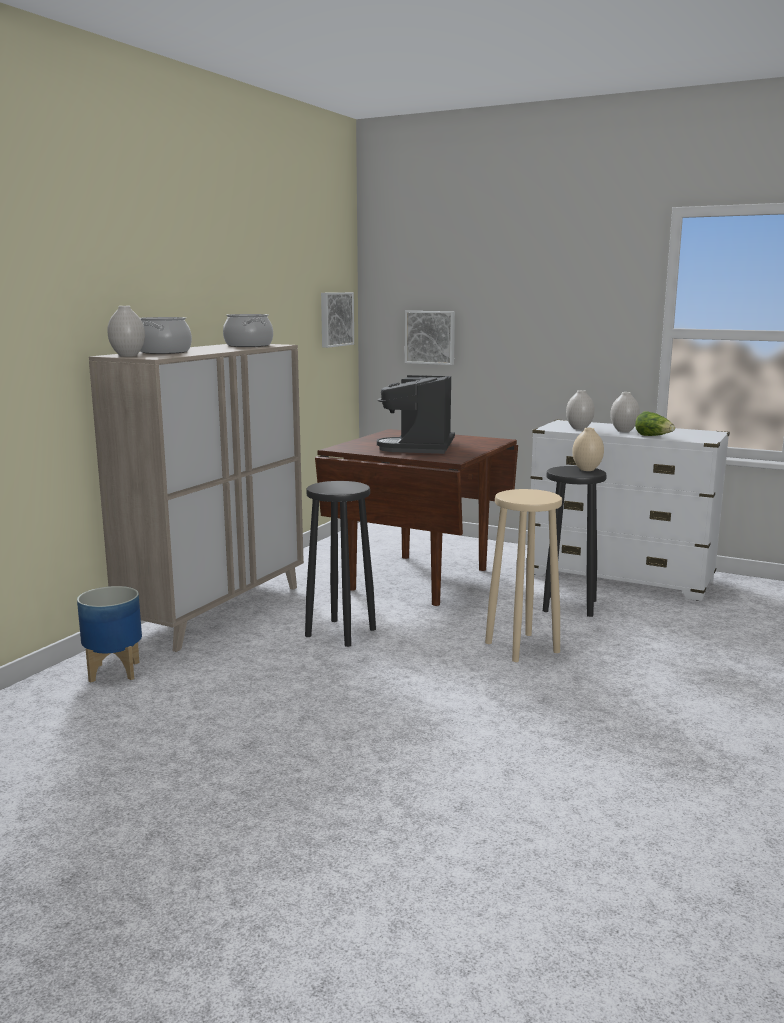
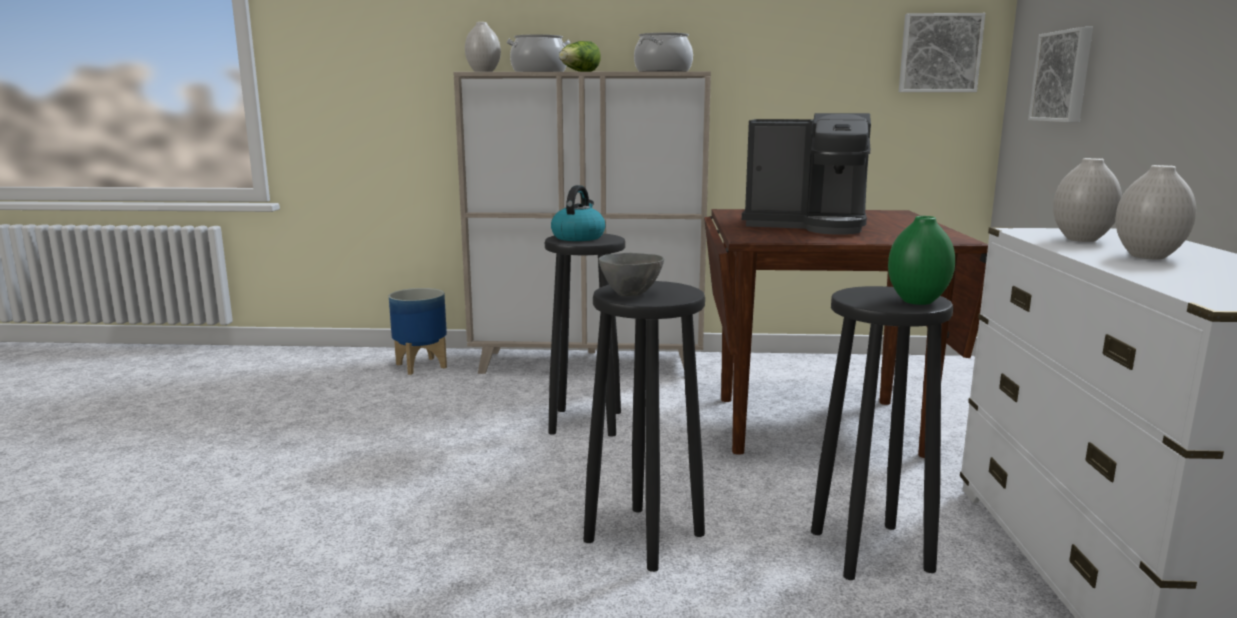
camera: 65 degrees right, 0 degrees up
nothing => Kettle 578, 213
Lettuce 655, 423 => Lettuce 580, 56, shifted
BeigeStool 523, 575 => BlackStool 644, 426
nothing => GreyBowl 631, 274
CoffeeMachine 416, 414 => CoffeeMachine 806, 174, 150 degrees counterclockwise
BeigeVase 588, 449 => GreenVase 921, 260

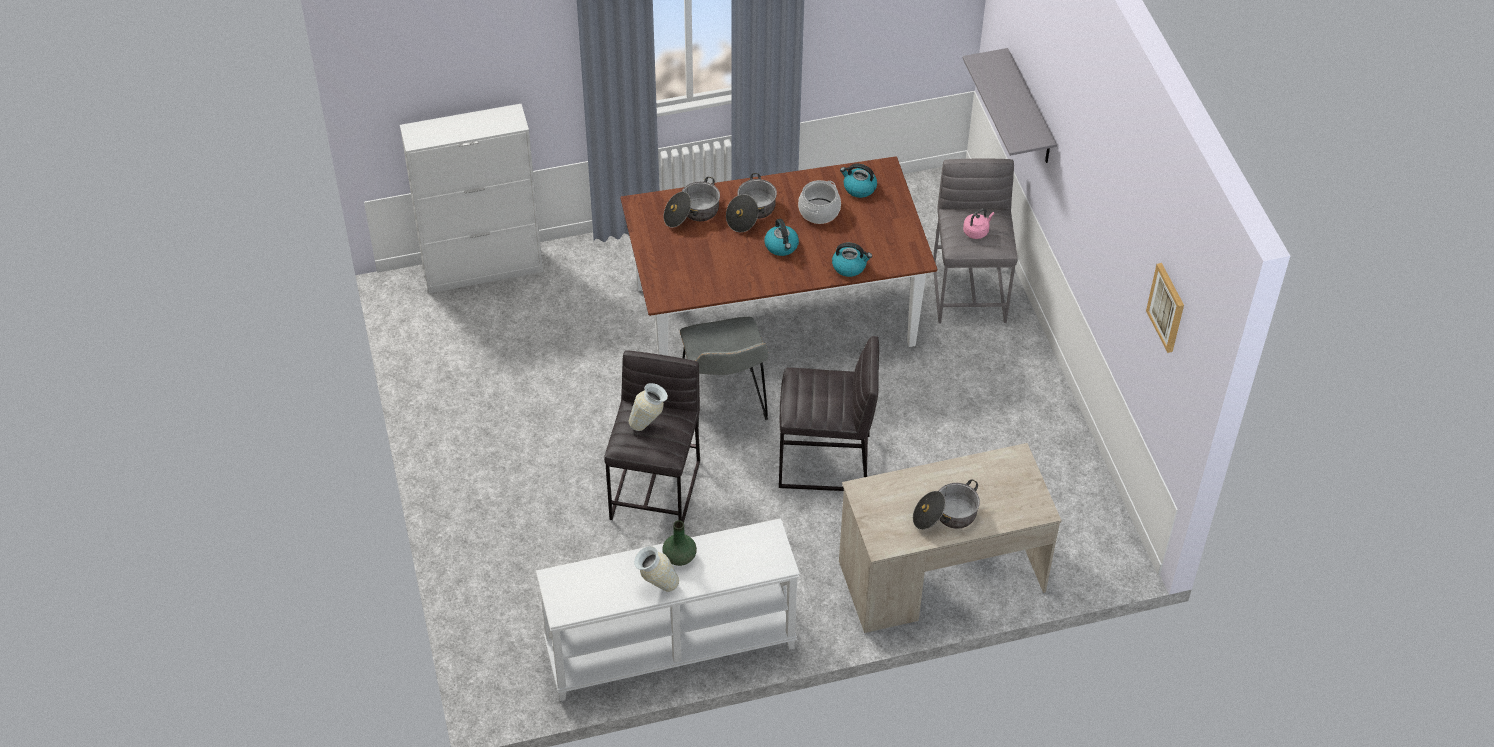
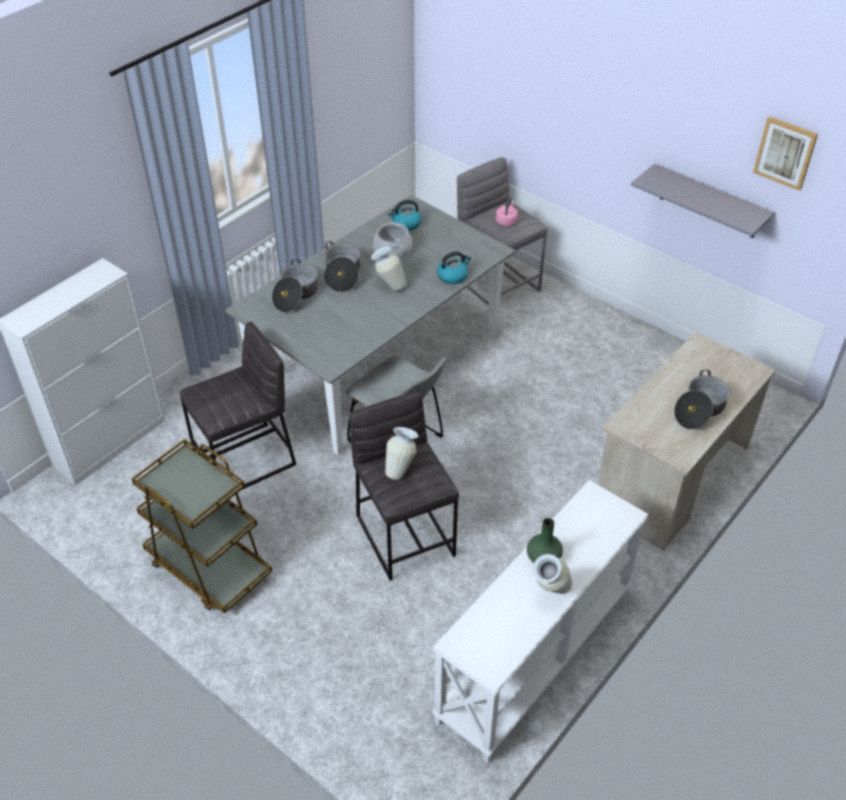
camera: 35 degrees left, 5 degrees down
nothing => BrownCart 202, 526
GreyStool 829, 413 => GreyStool 238, 405, shifted
BrownDiningTable 779, 256 => GreyDiningTable 370, 325
Kettle 781, 237 => Vase 389, 268
GreyShelf 1010, 105 => GreyShelf 703, 201, shifted

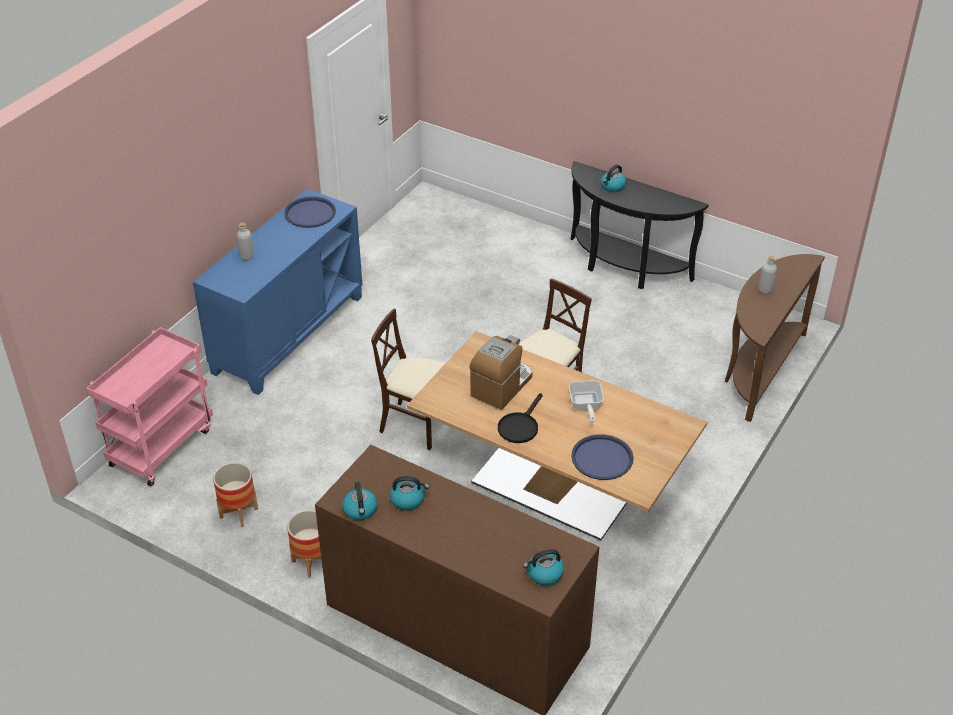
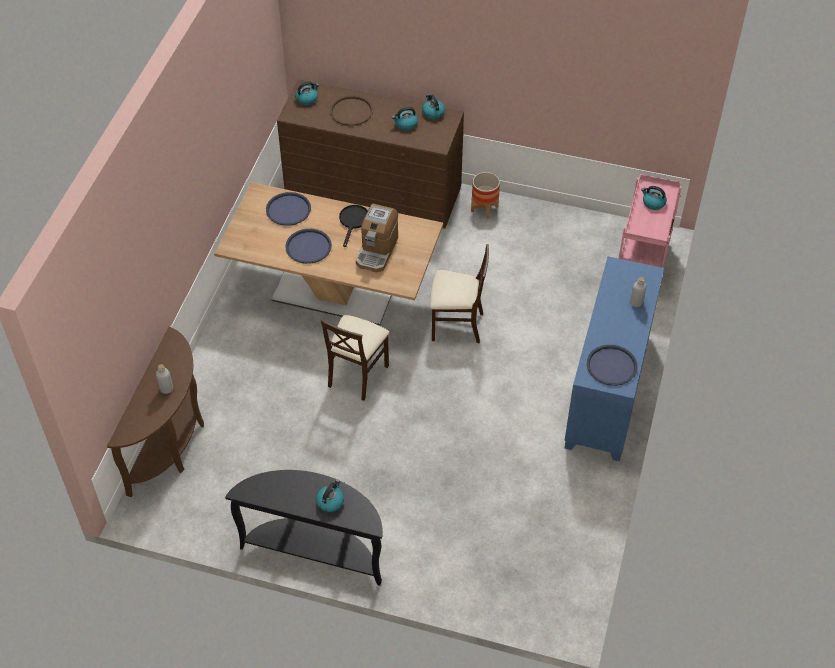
camera: 165 degrees right, 10 degrees up
FryingPan 586, 401 => BlueTray 308, 246
nothing => BrownTray 351, 110
nothing => Kettle 654, 198
Planter 235, 495 => nothing

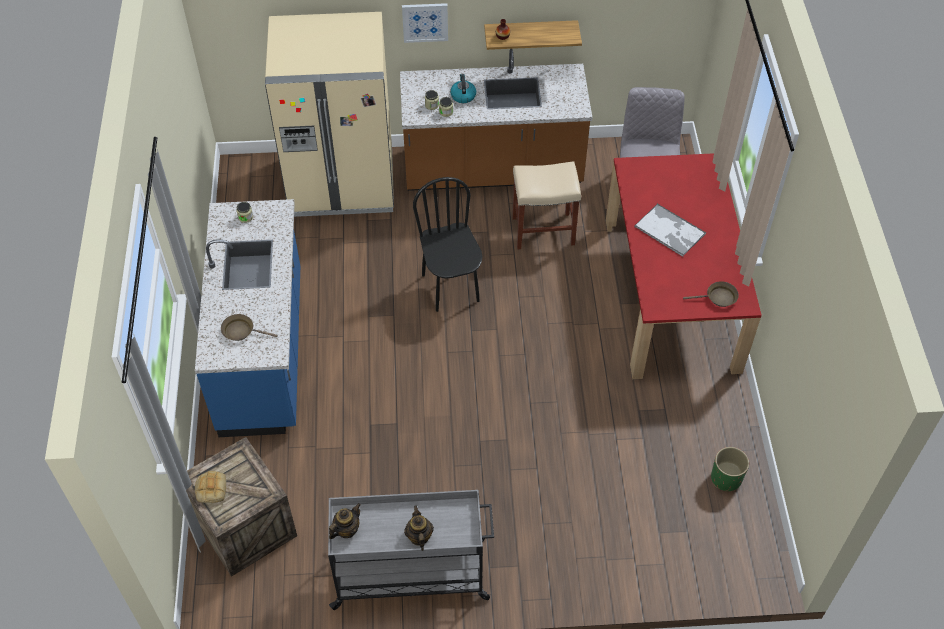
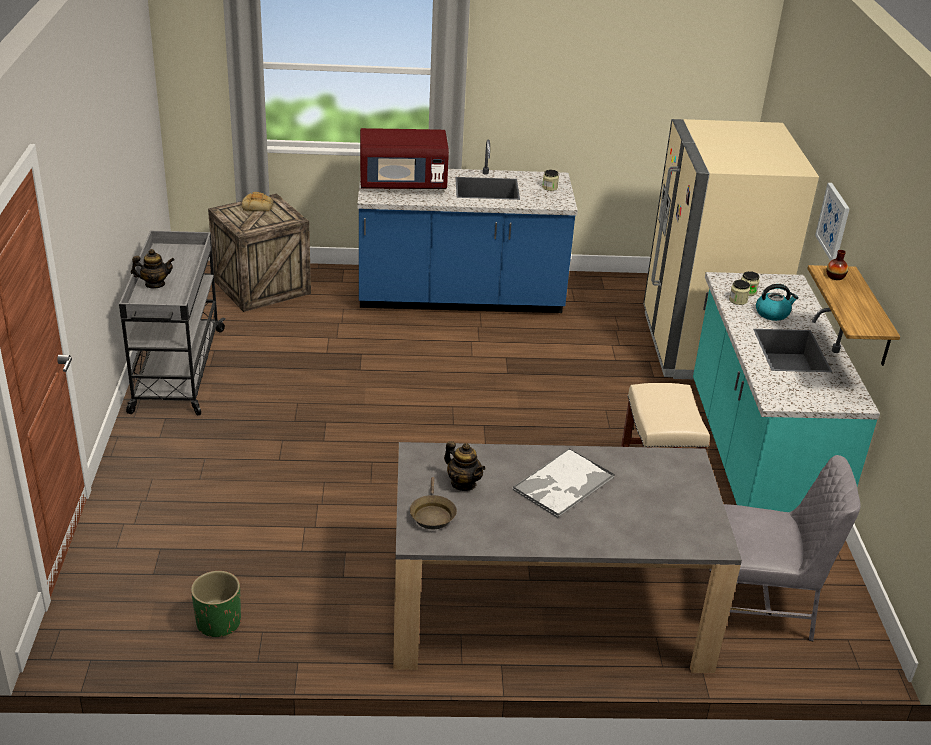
camera: 90 degrees right, 20 degrees down
BrownFryingPan 249, 327 => RedMicrowave 404, 158
RedDiningTable 684, 266 => GreyDiningTable 567, 557
Teapot 345, 521 => Teapot 465, 466, shifted
BrownCounter 496, 120 => TurquoiseCounter 786, 392
BlackChair 448, 244 => nothing

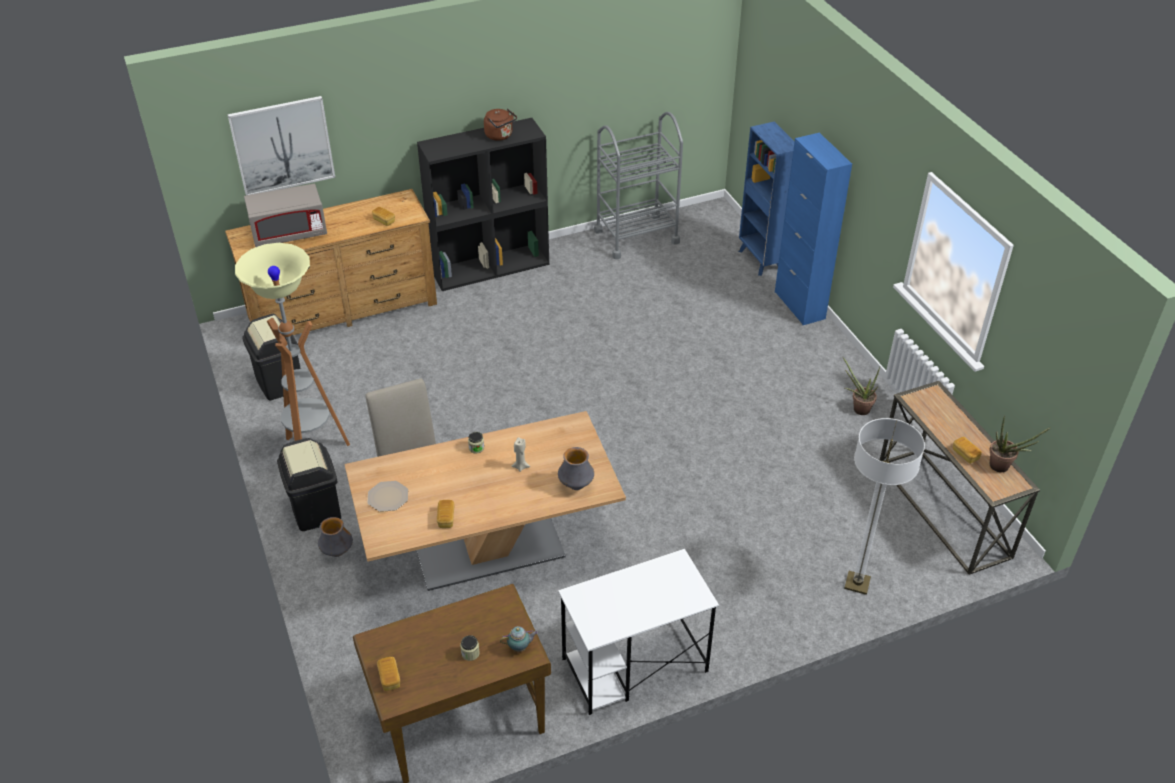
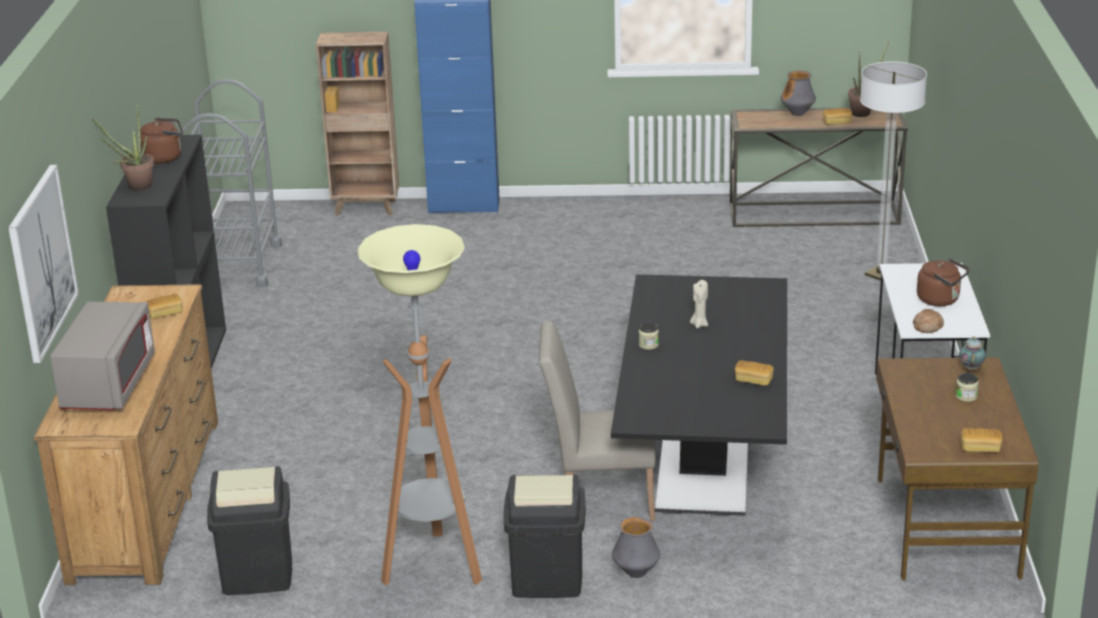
camera: 65 degrees left, 15 degrees down
PottedPlant 861, 386 => PottedPlant 123, 148, shifted
BlueBookcase 766, 199 => BrownBookcase 357, 124
BeigeDiningTable 485, 501 => BlackDiningTable 699, 395
Vase 576, 468 => Vase 798, 93, shifted
nothing => Bread 928, 321
nothing => BrownKettle 943, 282
Plate 388, 496 => nothing

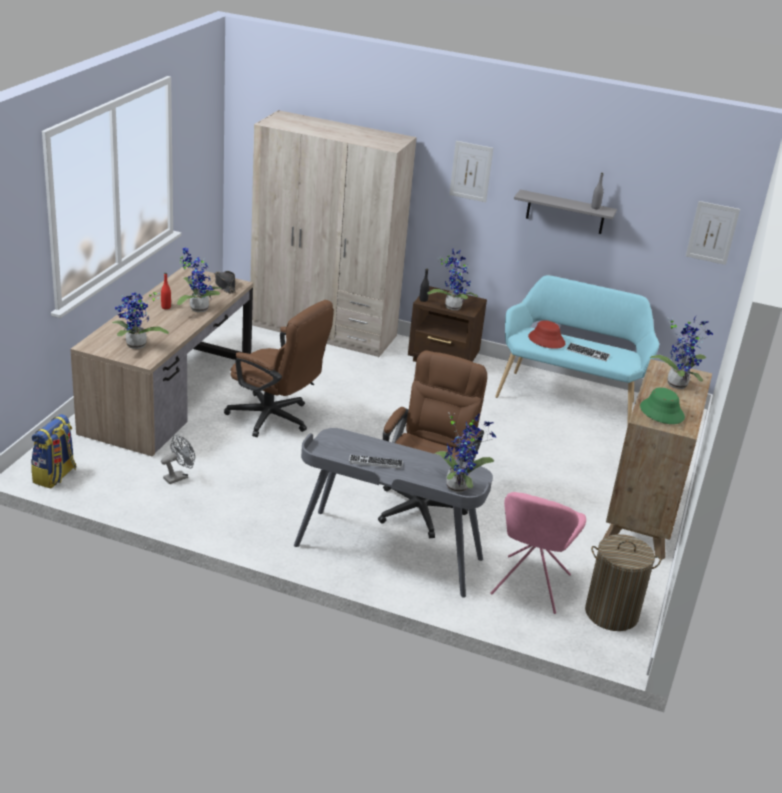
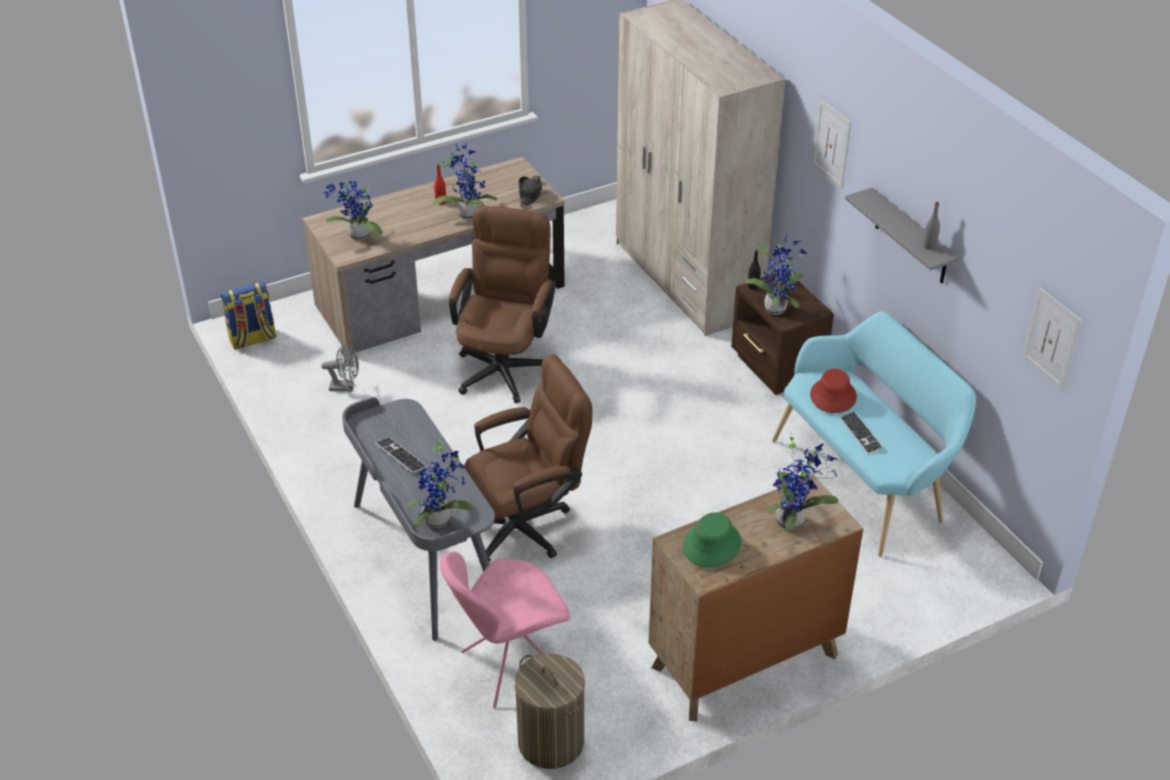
camera: 45 degrees right, 10 degrees up
BrownOfficeChair 279, 368 => BrownOfficeChair 502, 304, 150 degrees counterclockwise

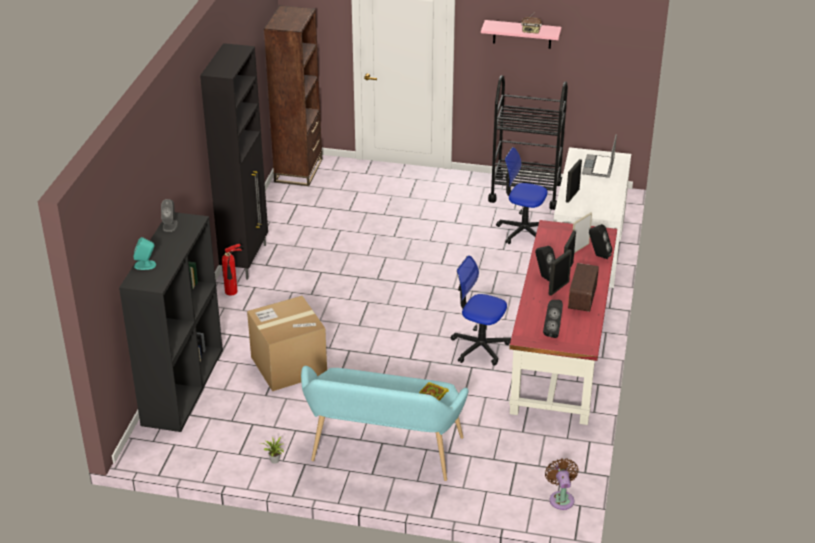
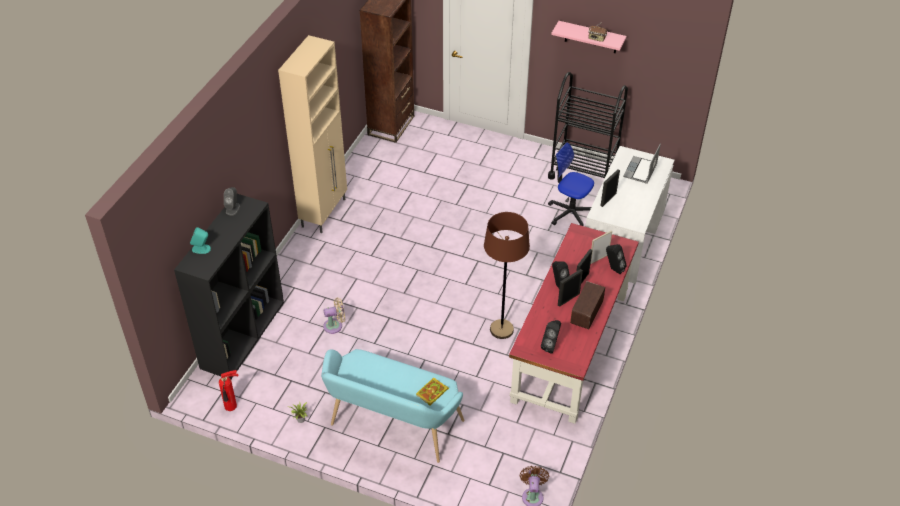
camera: 10 degrees right, 10 degrees up
FireExtinguisher 232, 269 => FireExtinguisher 228, 390, shifted
BlackCabinet 234, 161 => BeigeCabinet 312, 134
CardboardBox 287, 343 => BeigeFan 334, 316
OfficeChair 481, 310 => BrownFloorLamp 507, 275

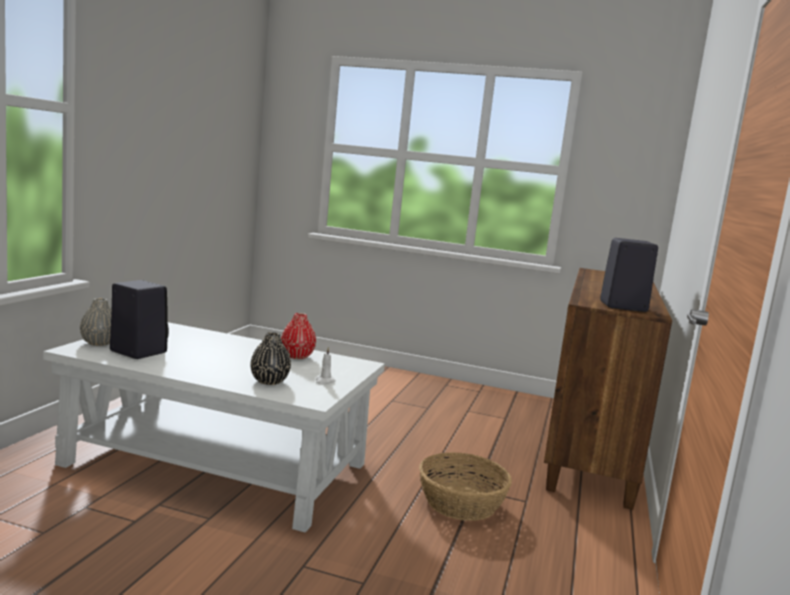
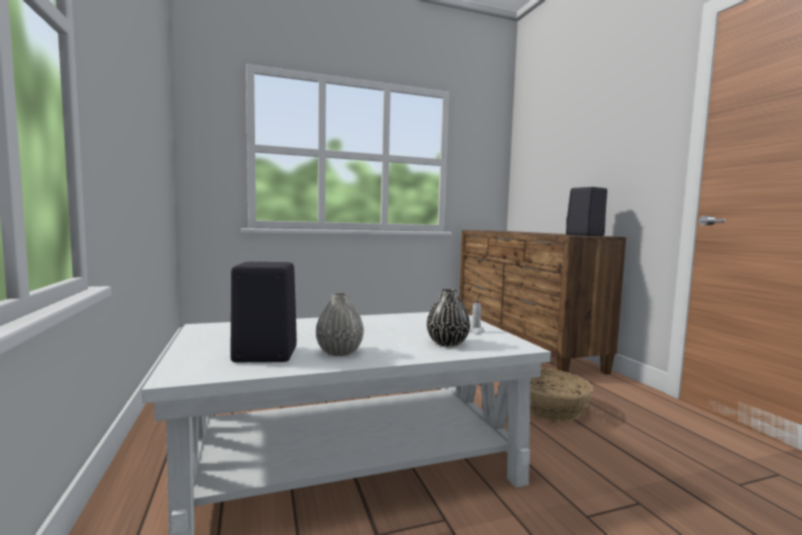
camera: 35 degrees left, 5 degrees down
GreyVase 96, 322 => GreyVase 340, 324, shifted
RedVase 298, 336 => nothing

